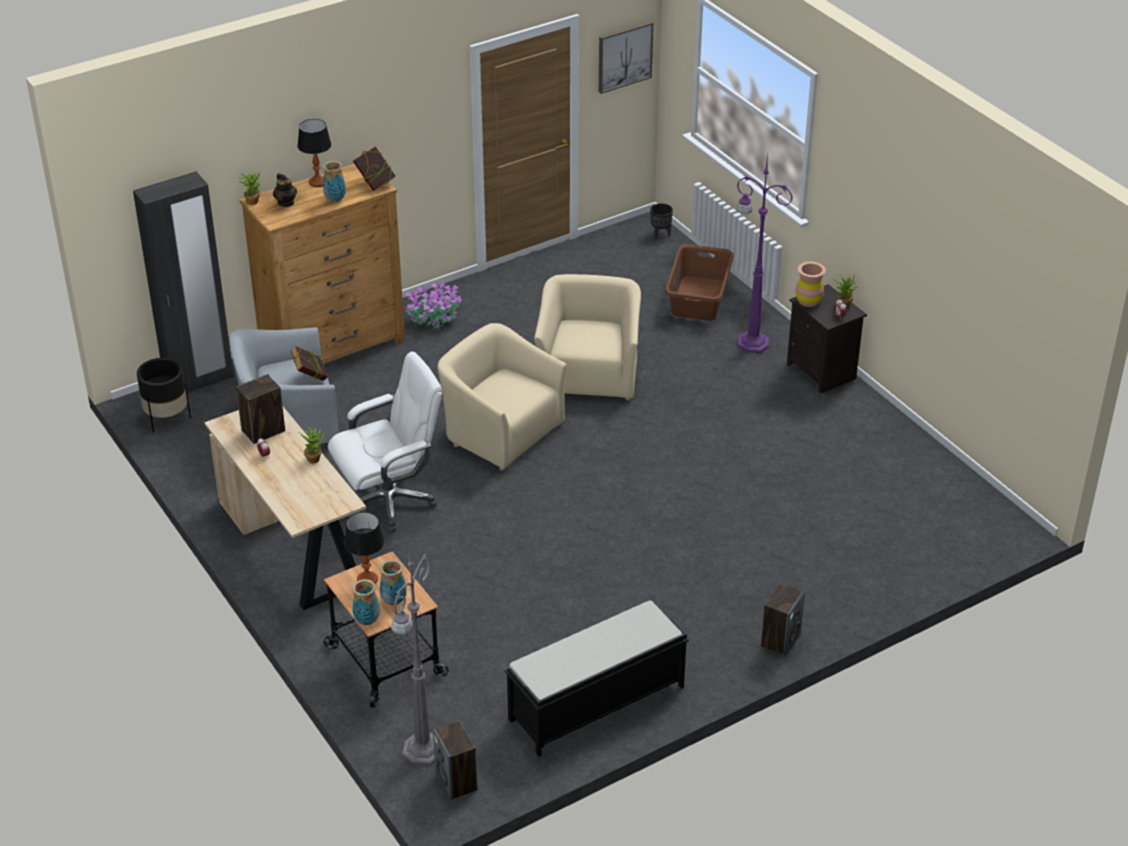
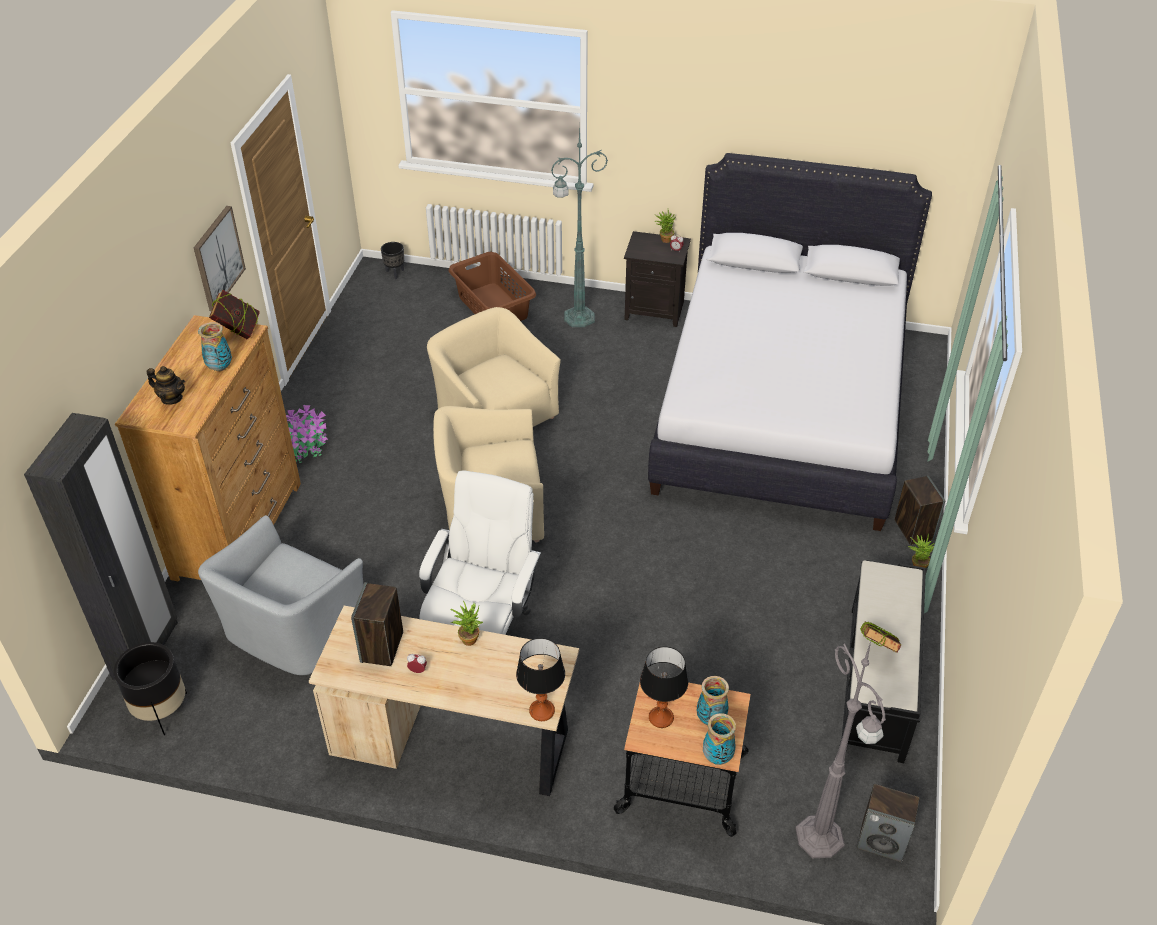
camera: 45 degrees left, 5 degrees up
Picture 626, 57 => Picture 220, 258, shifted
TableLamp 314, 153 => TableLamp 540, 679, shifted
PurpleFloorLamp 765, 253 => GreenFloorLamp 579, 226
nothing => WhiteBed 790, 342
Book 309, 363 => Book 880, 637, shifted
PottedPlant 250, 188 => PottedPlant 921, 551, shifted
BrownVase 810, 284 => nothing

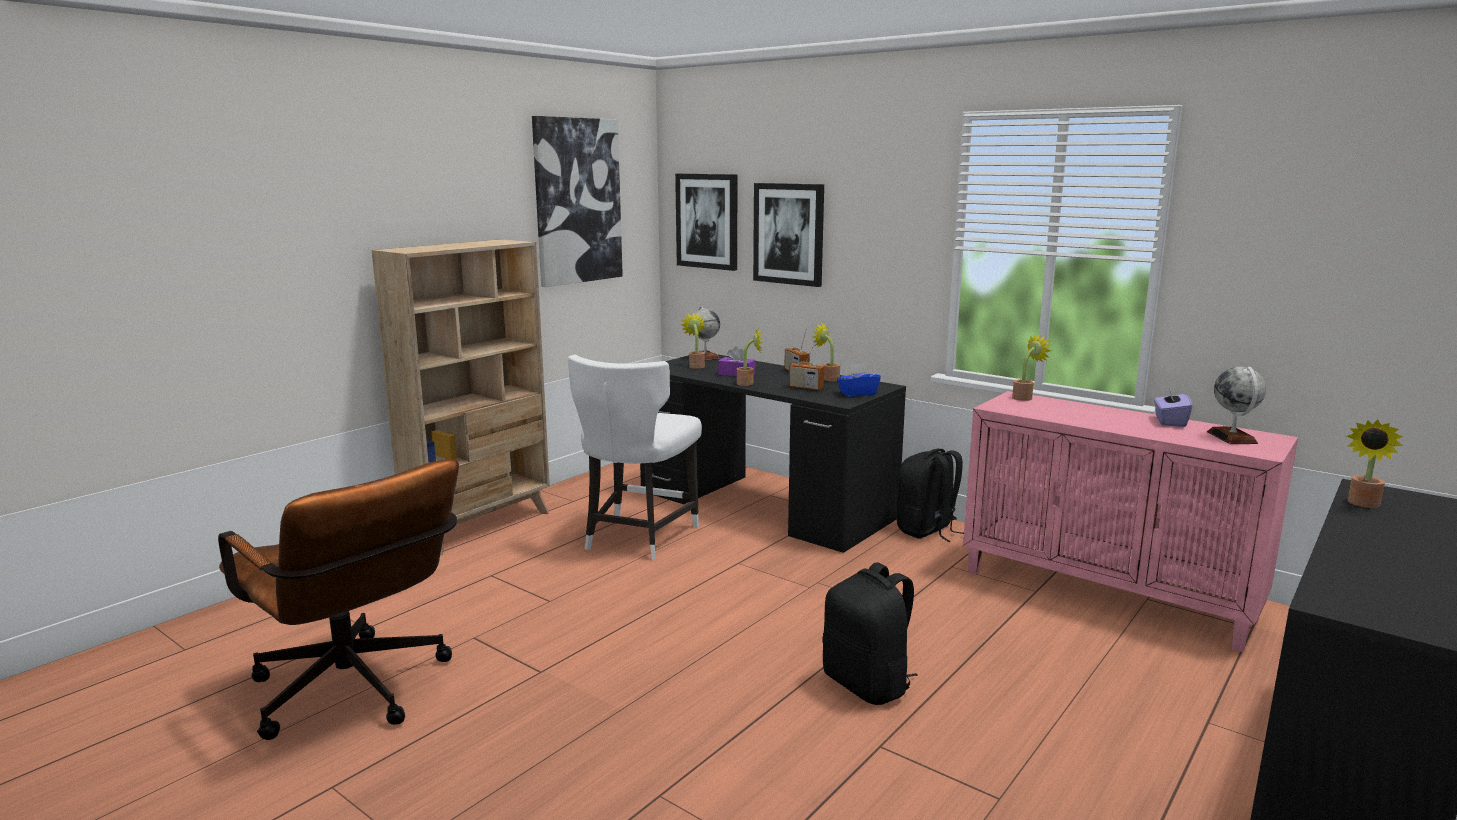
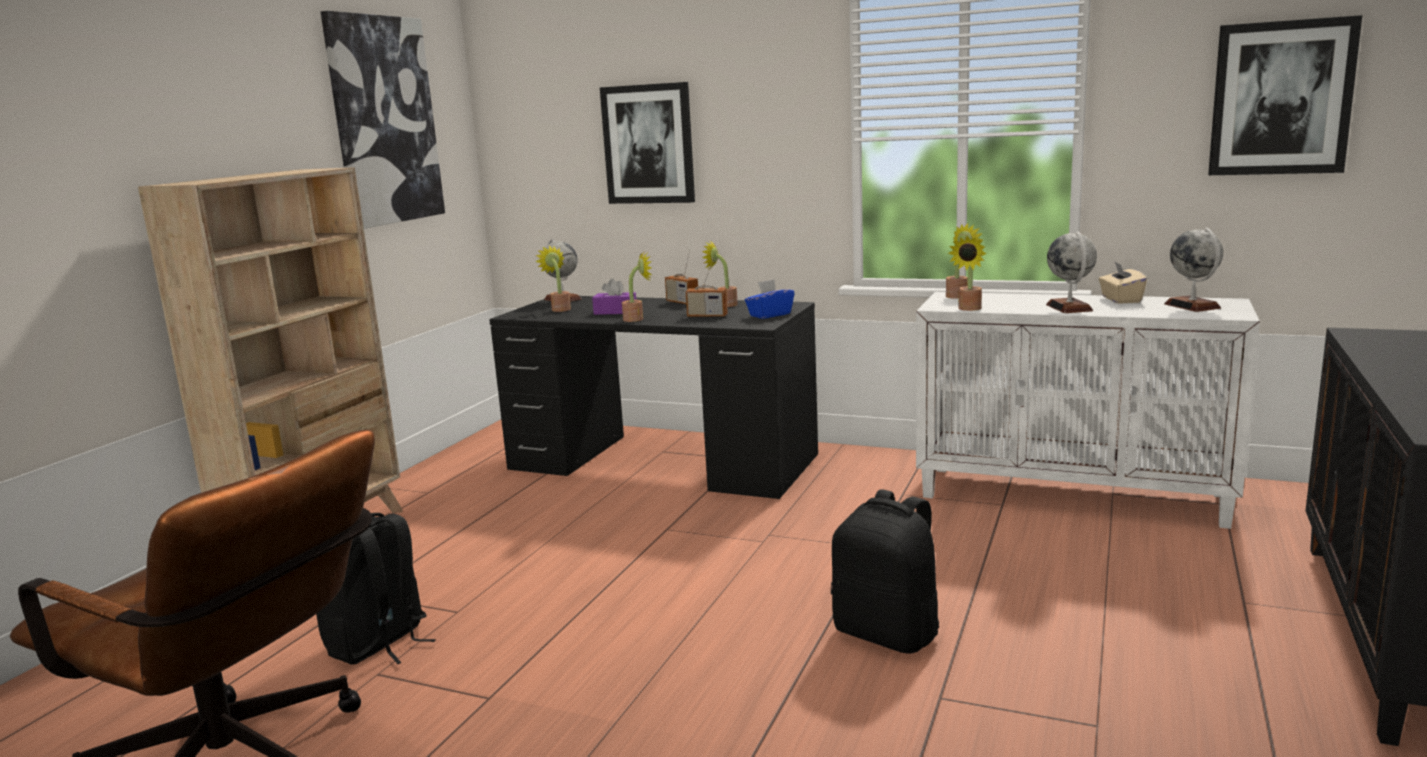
camera: 15 degrees left, 0 degrees up
BlackBackpack 930, 495 => BlackBackpack 376, 589, shifted
PinkCabinet 1130, 521 => WhiteCabinet 1088, 410
PottedPlant 1374, 464 => PottedPlant 967, 273, shifted
nothing => Globe 1071, 272
PurpleTissueBox 1173, 407 => BeigeTissueBox 1123, 283
Picture 706, 222 => Picture 1285, 95, shifted
WhiteChair 635, 457 => nothing

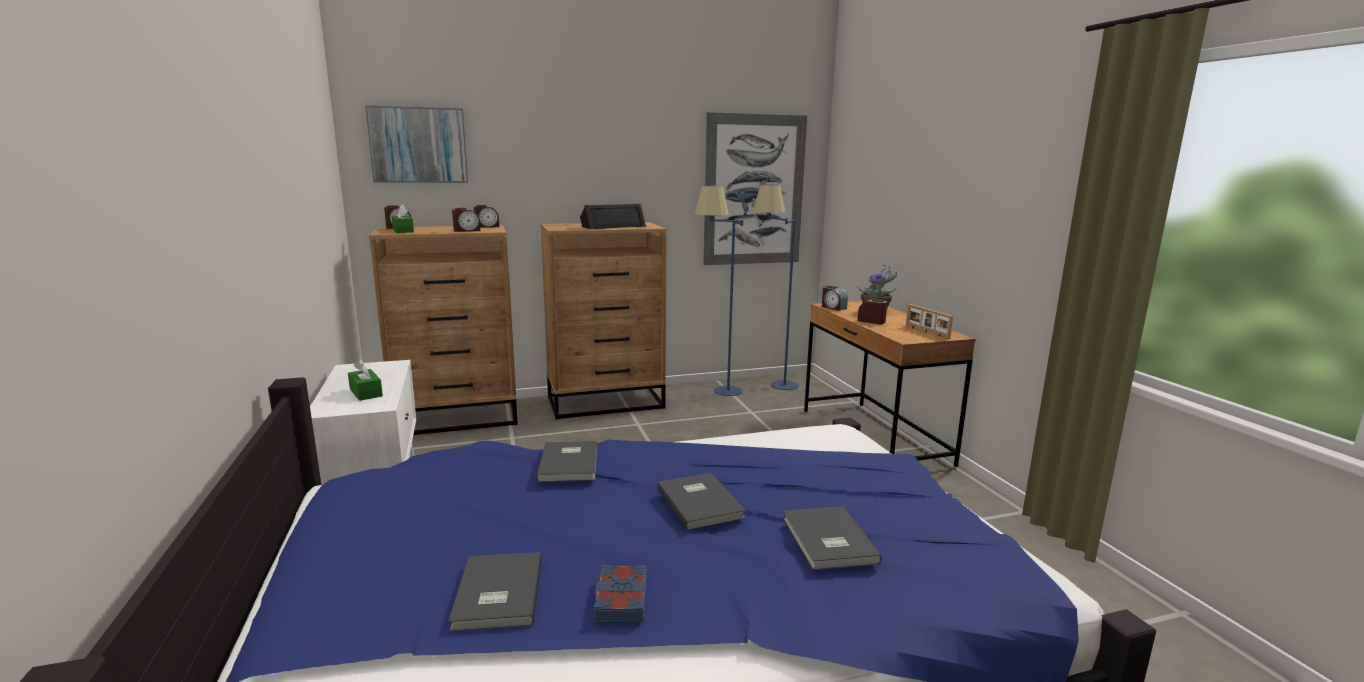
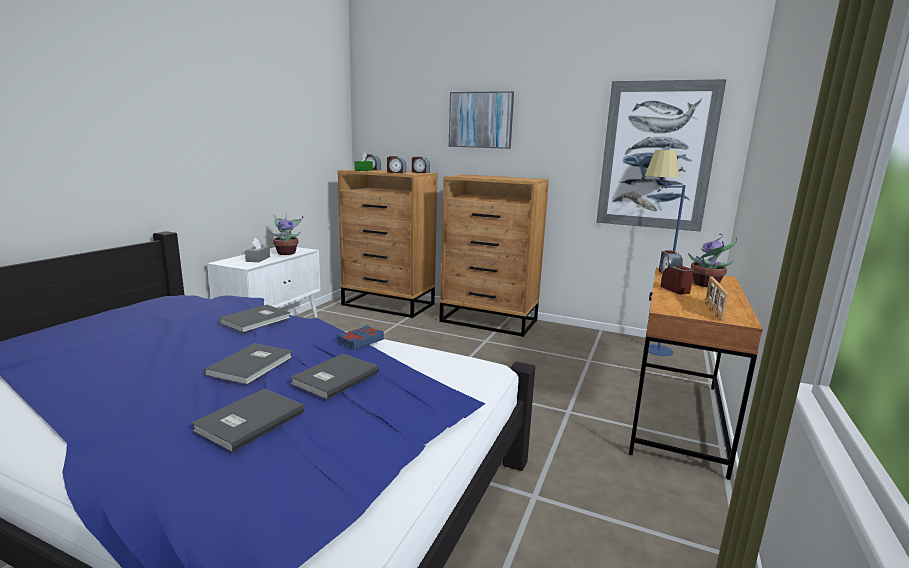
camera: 40 degrees right, 0 degrees up
GreenTissueBox 365, 380 => GreyTissueBox 257, 249
nothing => PottedPlant 286, 234
GreyBook 495, 592 => GreyBook 334, 377, shifted
BlueBook 620, 593 => BlueBook 360, 337, shifted
Picture 416, 144 => Picture 481, 120, shifted
BlackSpeaker 613, 216 => nothing
BlueFloorLamp 718, 290 => nothing

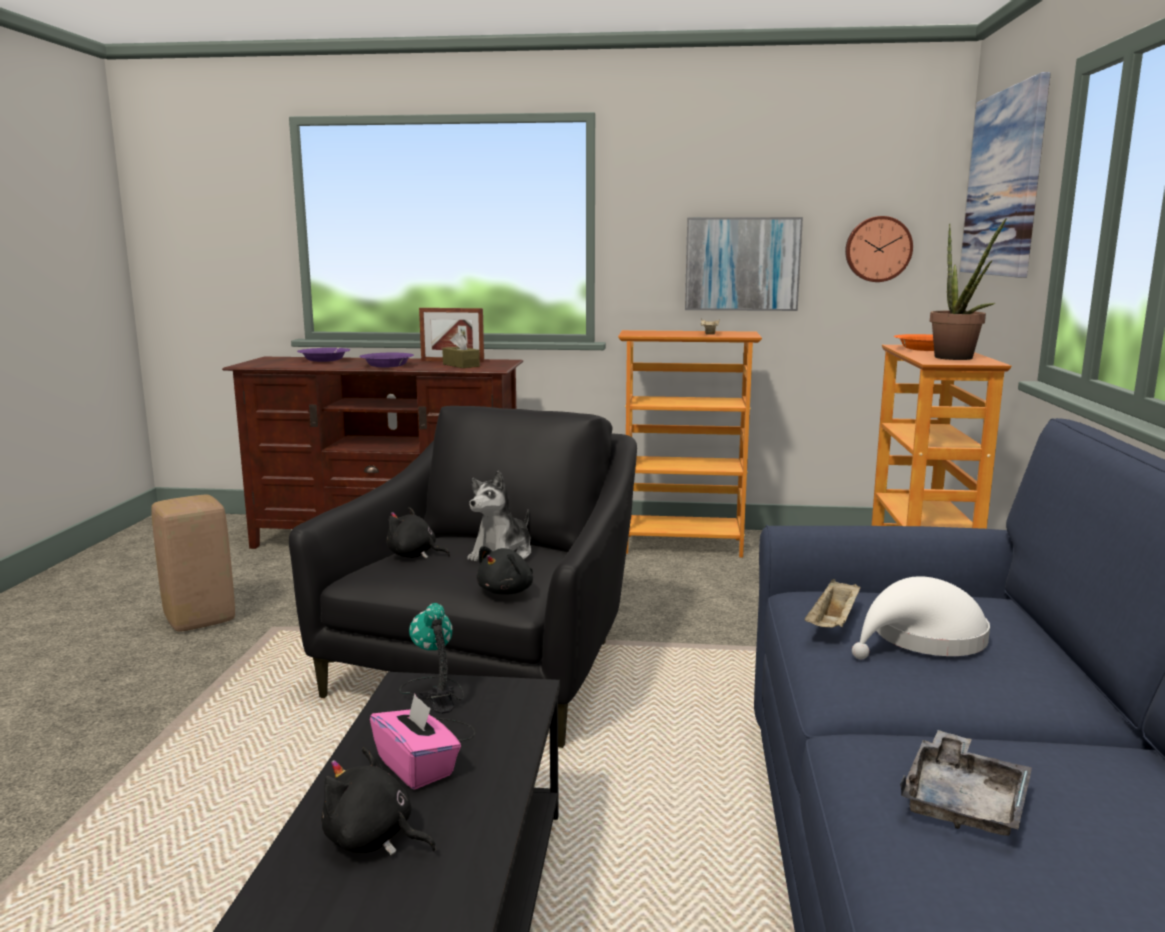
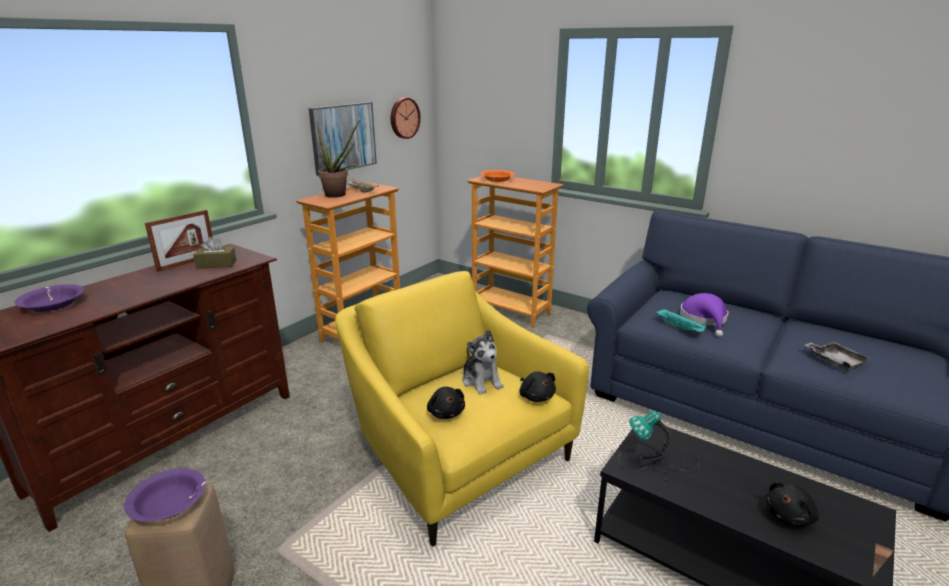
camera: 60 degrees left, 10 degrees up
PurpleBowl 386, 360 => PurpleBowl 165, 495, shifted
PottedPlant 968, 289 => PottedPlant 338, 159, shifted
BlackArmchair 463, 577 => YellowArmchair 462, 409
BlackPlushToy 418, 533 => BlackPlushToy 446, 403, 75 degrees counterclockwise
BeigeTray 832, 603 => TurquoiseTray 681, 320
WhiteHat 921, 617 => PurpleHat 704, 315
PinkTissueBox 415, 741 => nothing
Picture 1005, 175 => nothing

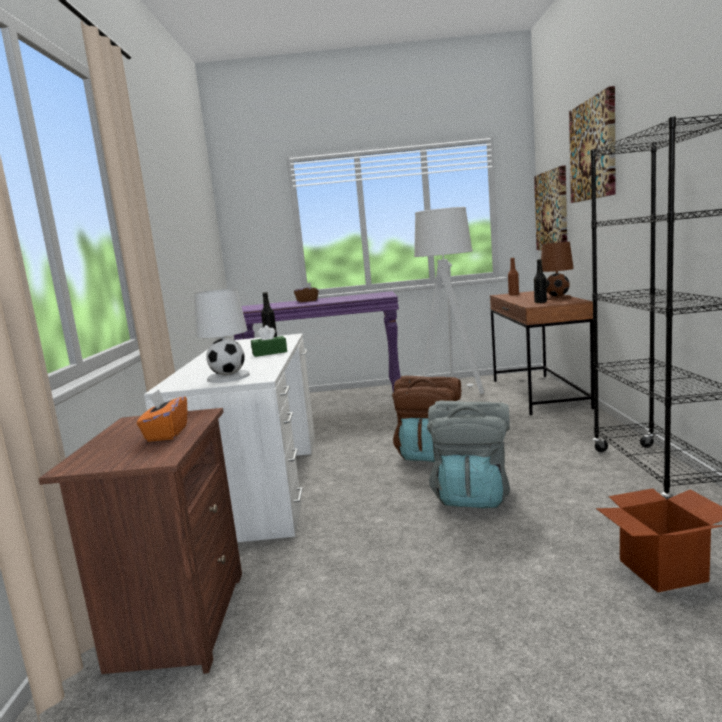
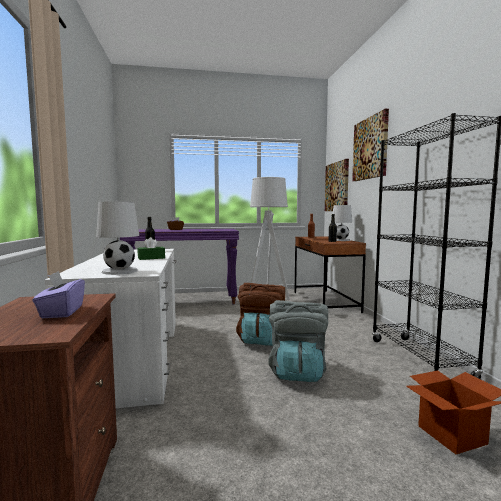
camera: 10 degrees left, 5 degrees down
OrangeTissueBox 162, 415 => PurpleTissueBox 59, 294
BrownTableLamp 557, 271 => WhiteTableLamp 342, 223

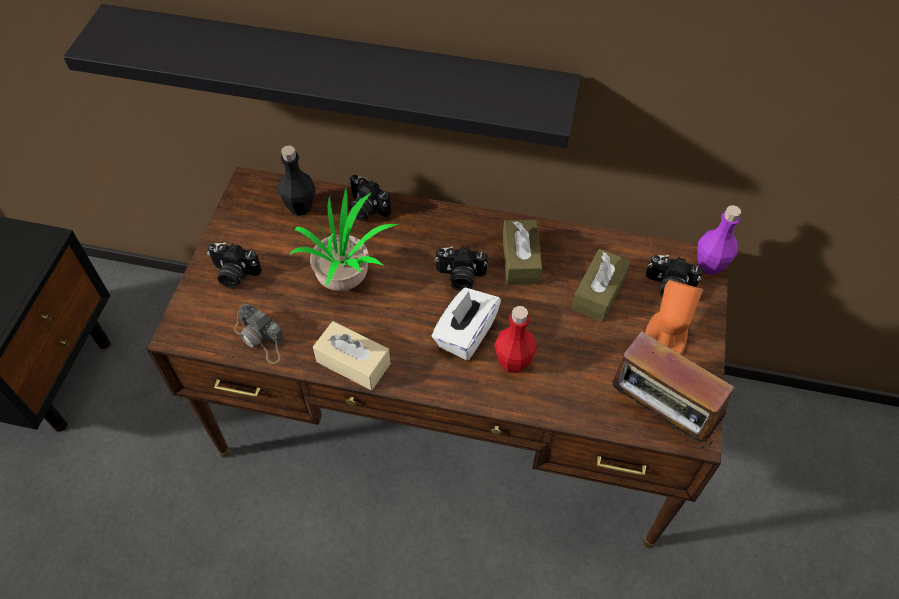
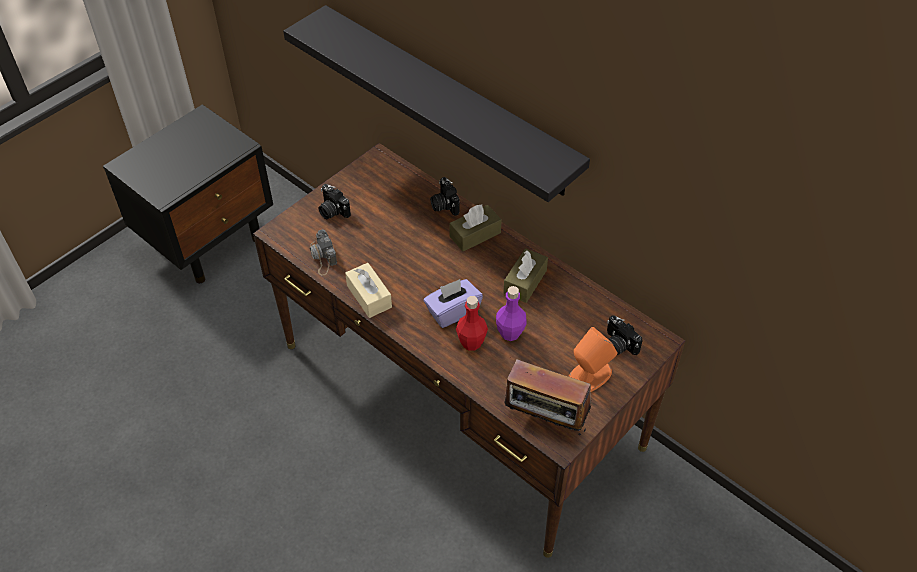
camera: 30 degrees right, 5 degrees down
WhiteTissueBox 466, 323 => PurpleTissueBox 453, 303
BrownTissueBox 601, 285 => BrownTissueBox 475, 228, shifted
PurpleBottle 719, 240 => PurpleBottle 511, 313, shifted
Radio 673, 390 => Radio 547, 397, 45 degrees counterclockwise
BlackBottle 296, 181 => nothing
PottedPlant 344, 239 => nothing
PhotoCamera 461, 268 => nothing

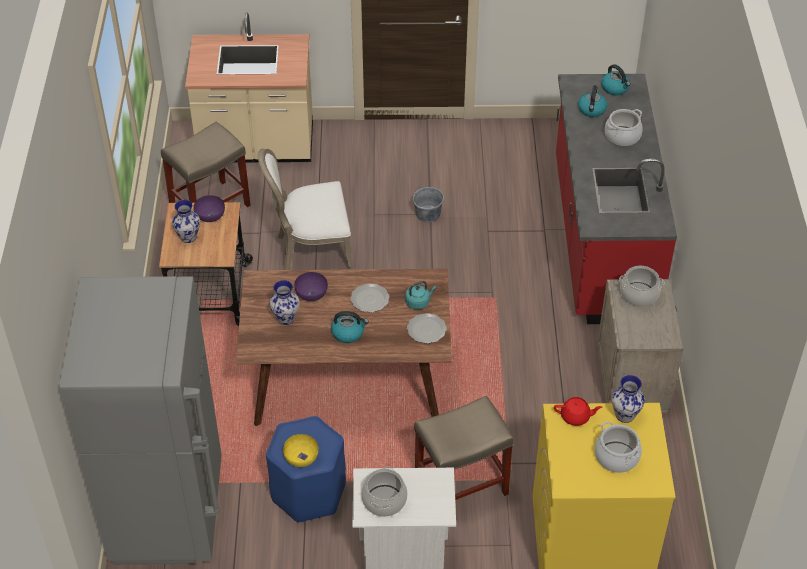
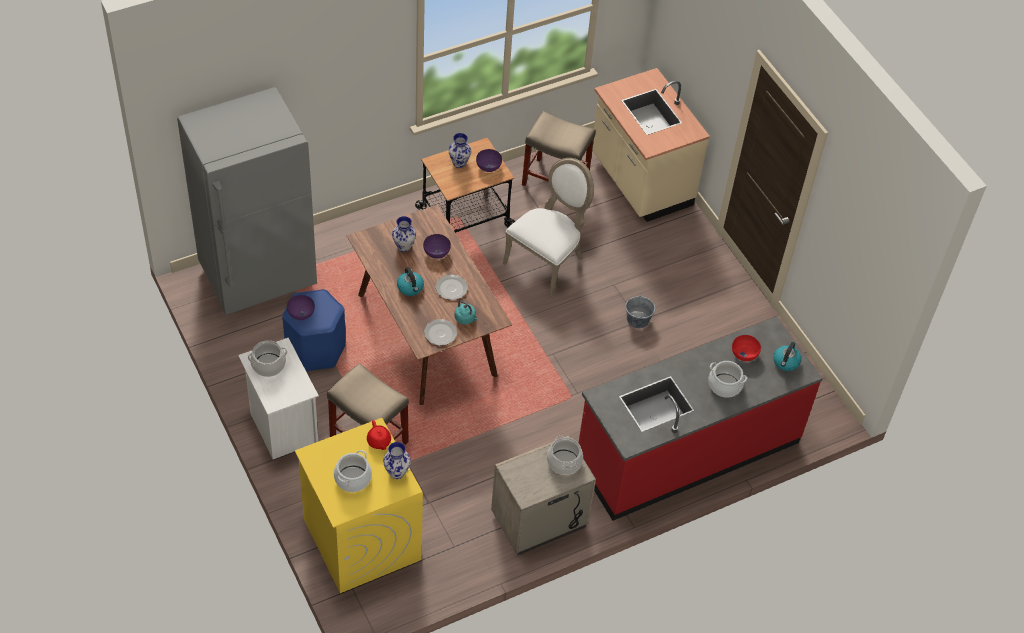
camera: 60 degrees right, 5 degrees up
YellowBowl 301, 450 => PurpleBowl 301, 307
WhiteChair 305, 209 => WhiteChair 548, 227, 75 degrees clockwise
Kettle 592, 101 => RedBowl 746, 348

